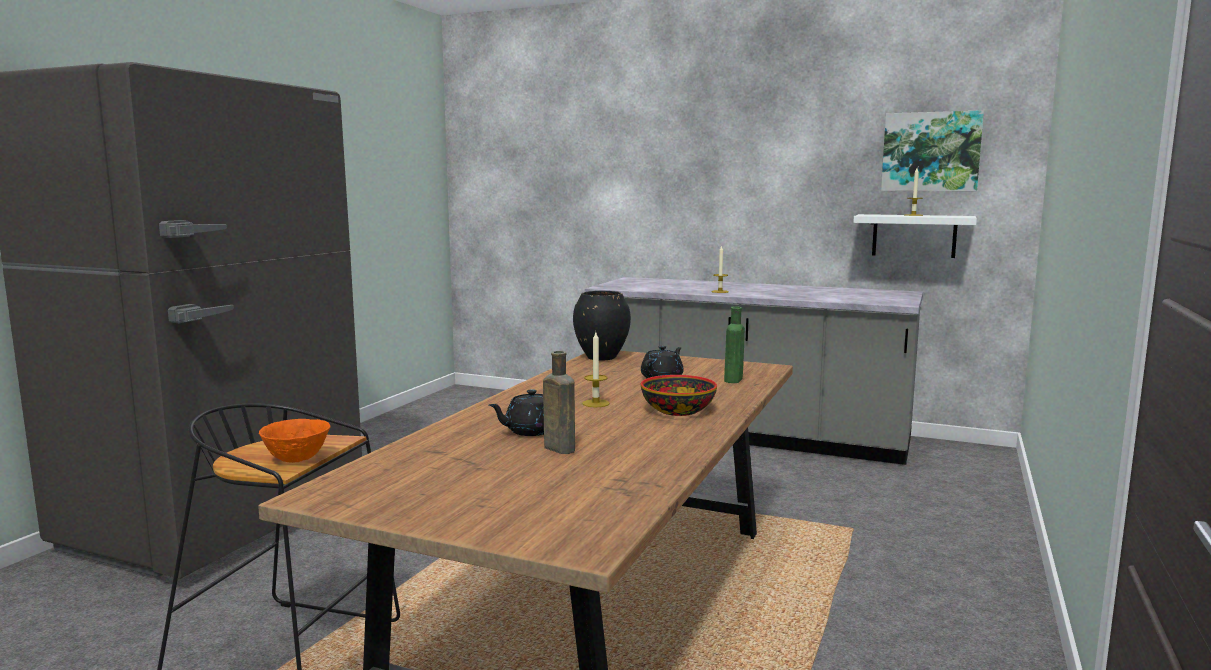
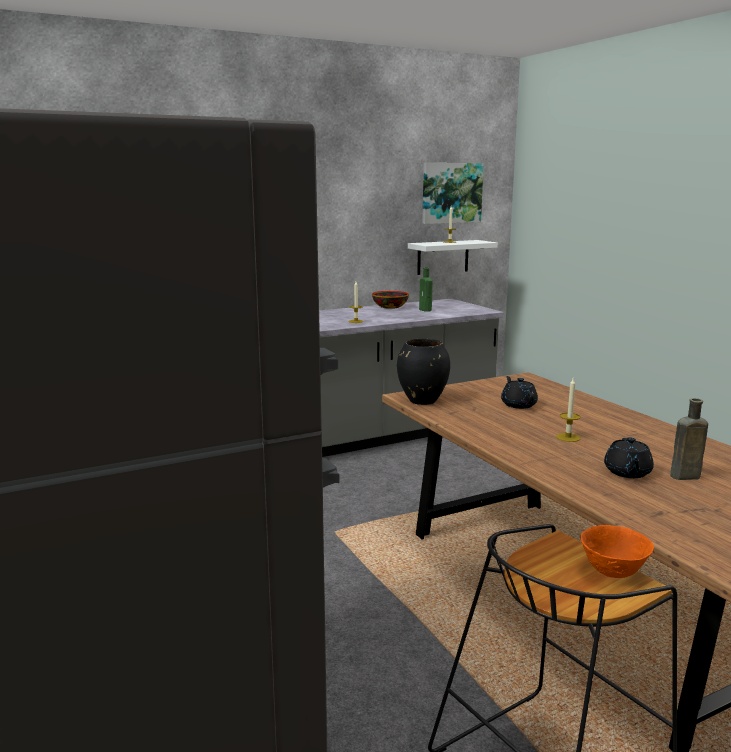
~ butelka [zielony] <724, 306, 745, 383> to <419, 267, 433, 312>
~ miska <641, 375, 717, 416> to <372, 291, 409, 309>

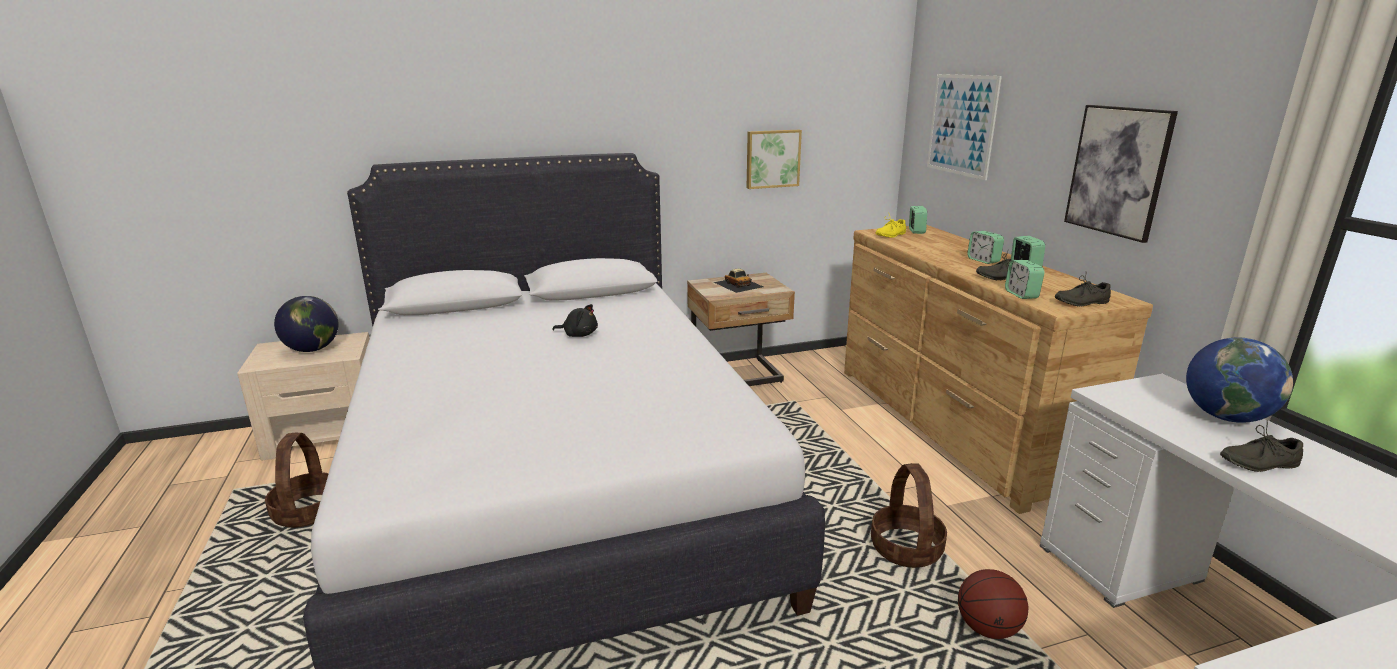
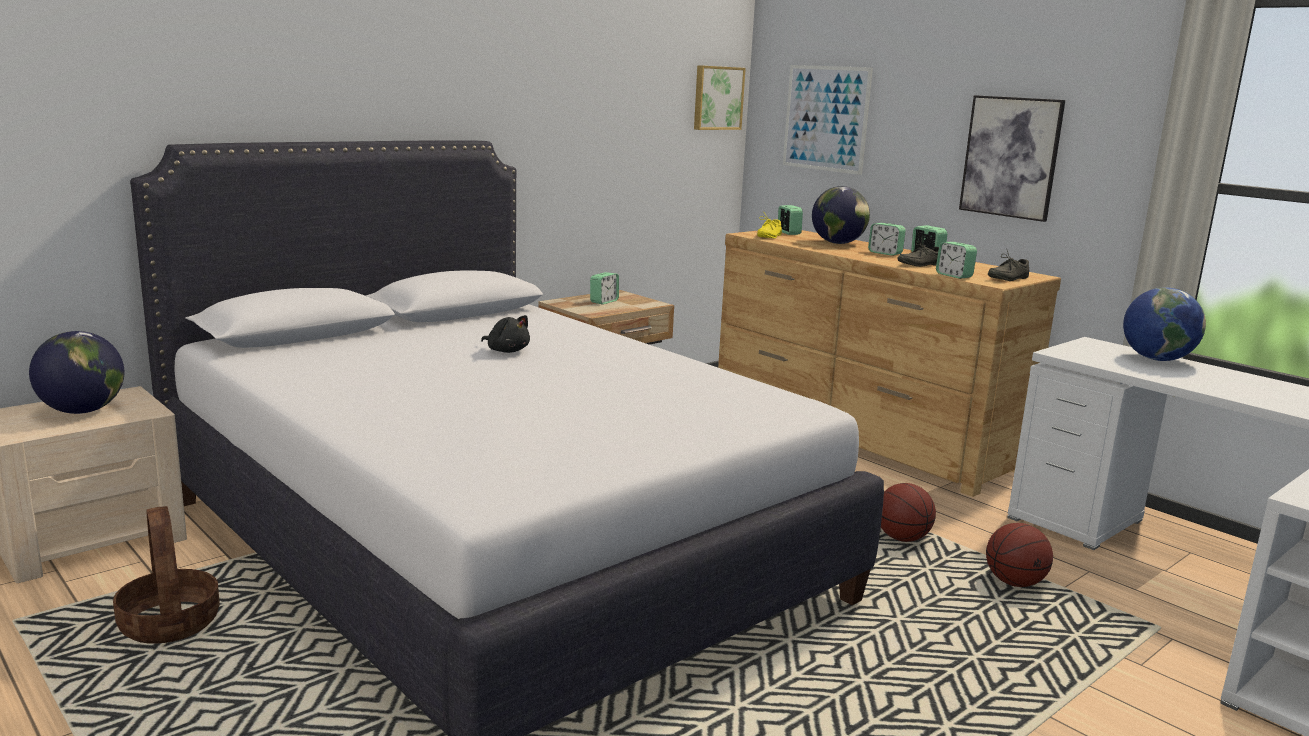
~ obraz <747, 130, 802, 189> to <694, 65, 746, 130>
~ samochodzik <714, 269, 763, 293> to budzik <590, 272, 619, 304>
~ pluszak [czarny] <553, 304, 598, 337> = <481, 315, 530, 353> 45 degrees clockwise
- but [szary] <1220, 420, 1303, 472>
~ koszyk <871, 463, 947, 568> to piłka do koszykówki <881, 483, 936, 542>
+ globus <812, 186, 870, 244>

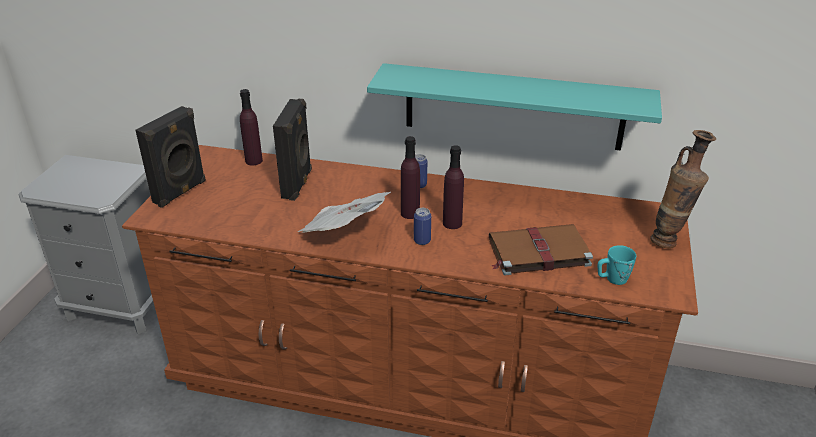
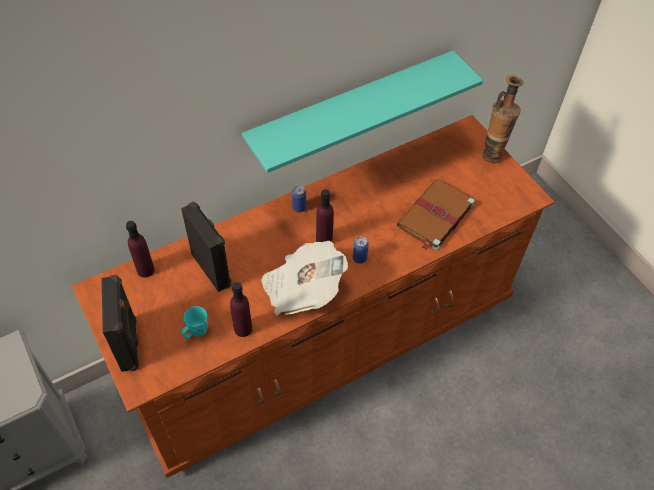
~ butelka [fioletowy] <443, 145, 464, 229> to <230, 282, 252, 337>
~ kubek [turkusowy] <597, 245, 636, 285> to <181, 306, 208, 339>

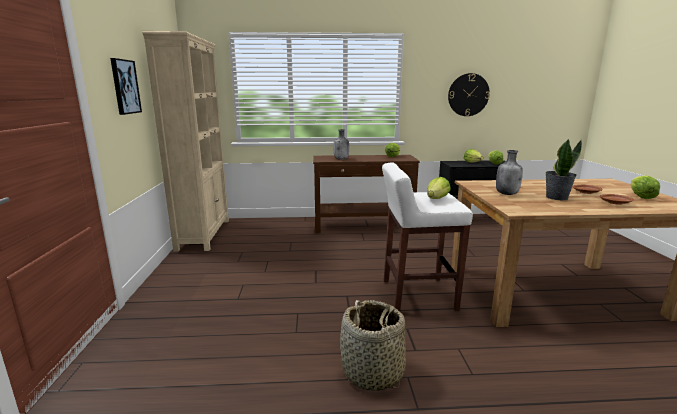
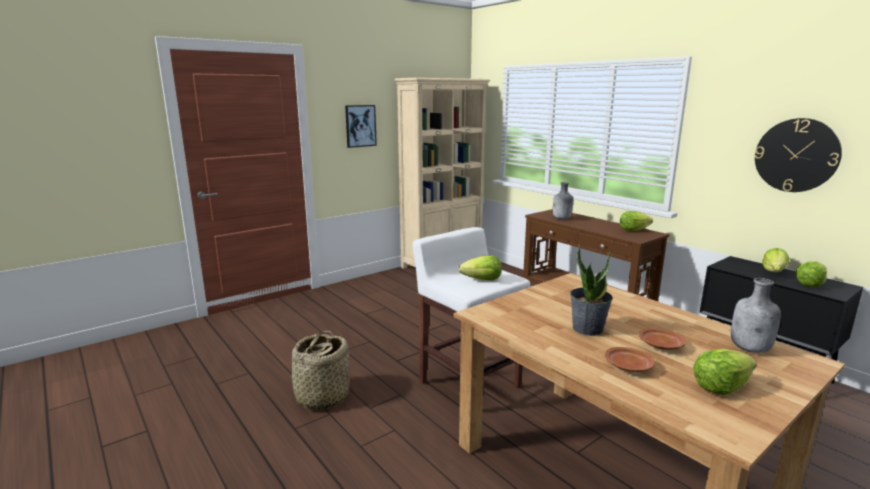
~ butelka [szary] <496, 150, 523, 195> to <731, 278, 781, 353>

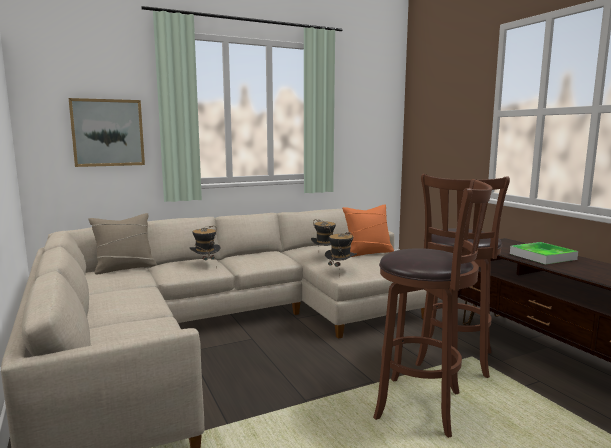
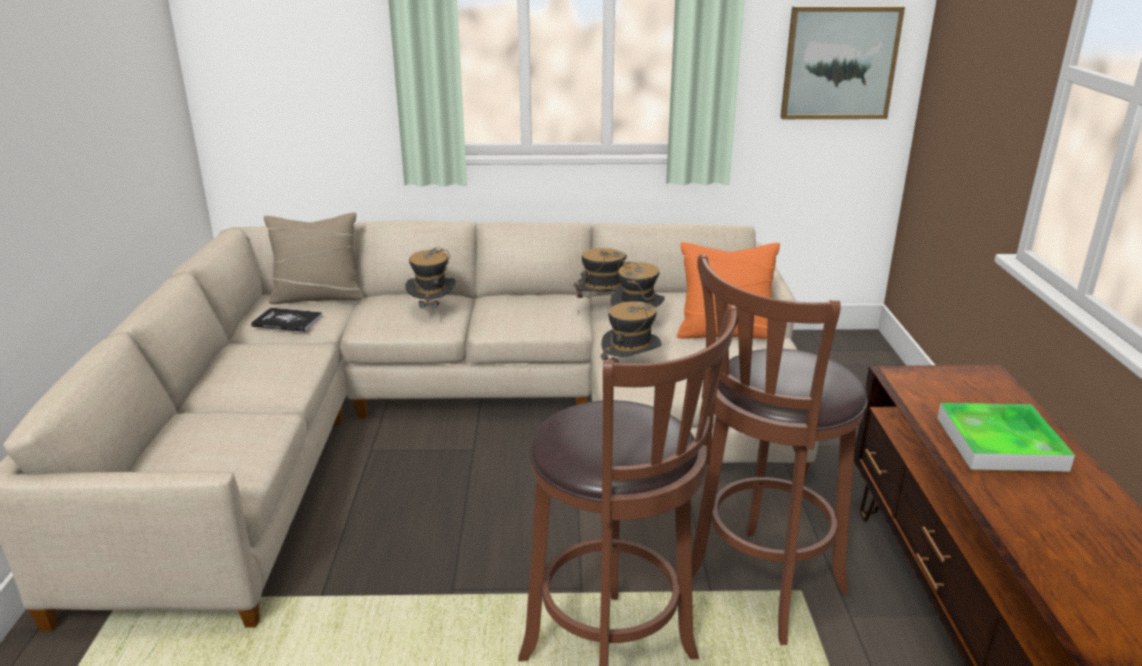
~ obraz <69, 98, 145, 167> to <780, 6, 905, 119>
+ kapelusz <573, 248, 627, 314>
+ książka <251, 308, 323, 332>

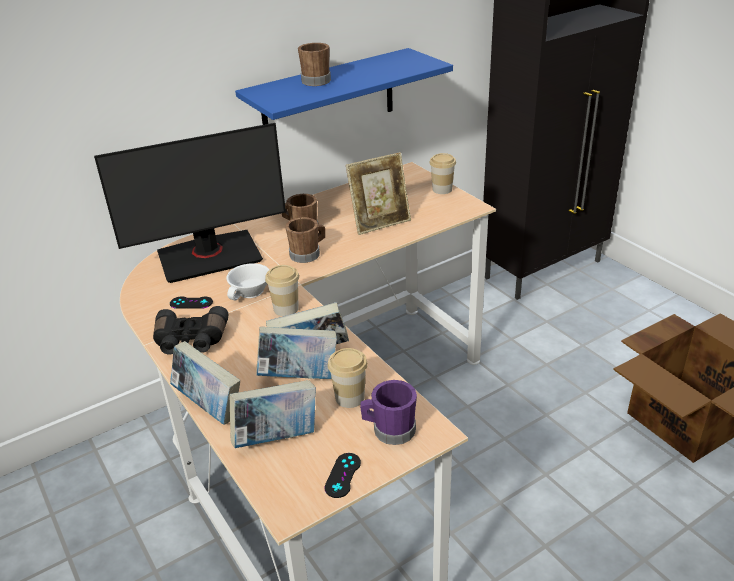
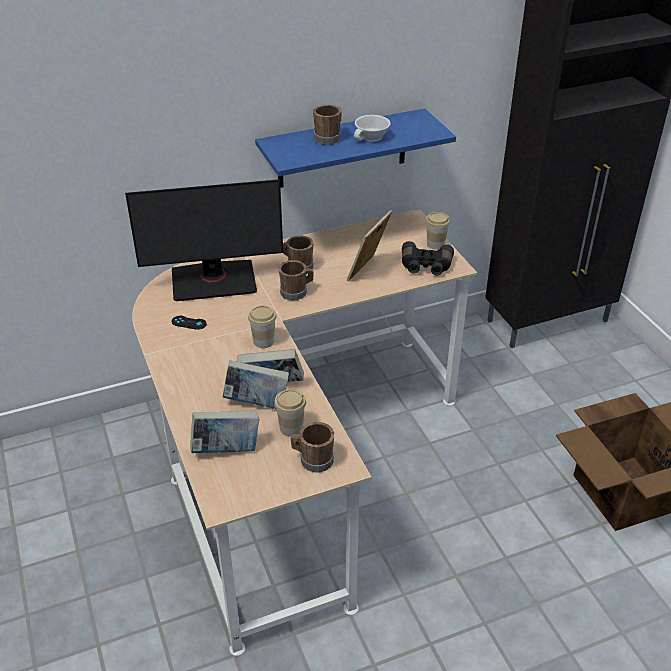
~ ramka na zdjęcie <346, 152, 411, 235> = <347, 210, 392, 282> 135 degrees clockwise
~ filiżanka [biały] <226, 263, 269, 300> to <354, 115, 390, 142>
~ lornetka [czarny] <153, 306, 229, 355> to <402, 241, 454, 276>
- książka <170, 341, 240, 425>
~ kubek [fioletowy] <360, 380, 417, 445> to kubek [brązowy] <291, 422, 334, 473>
- pad do gier [czarny] <324, 453, 361, 498>

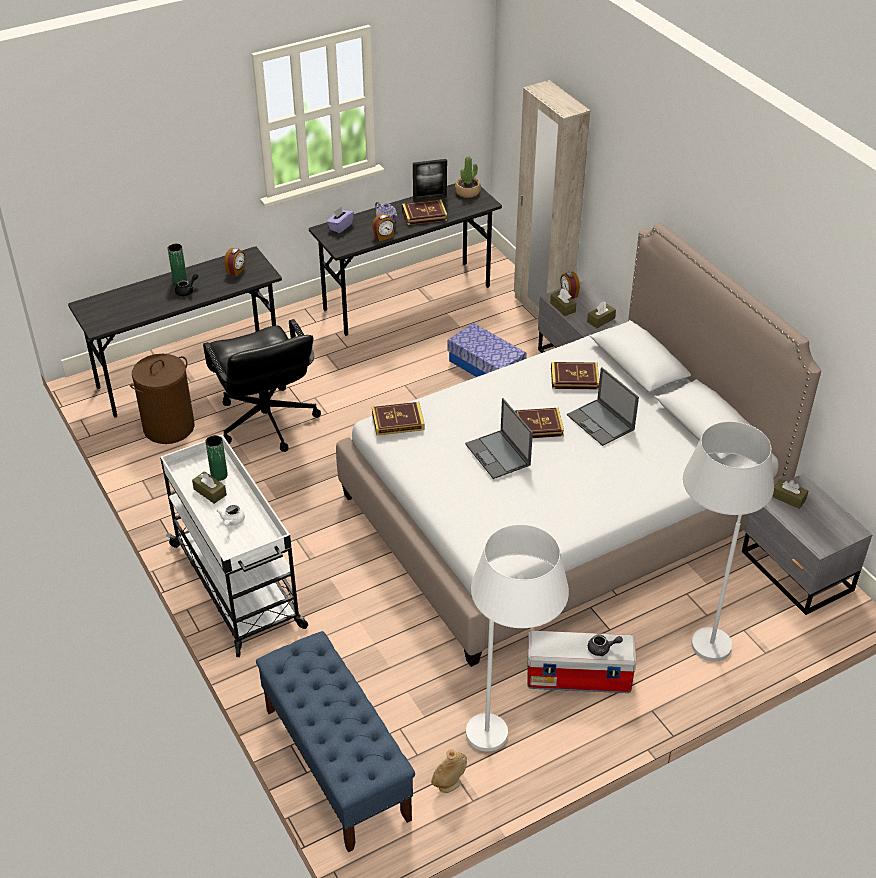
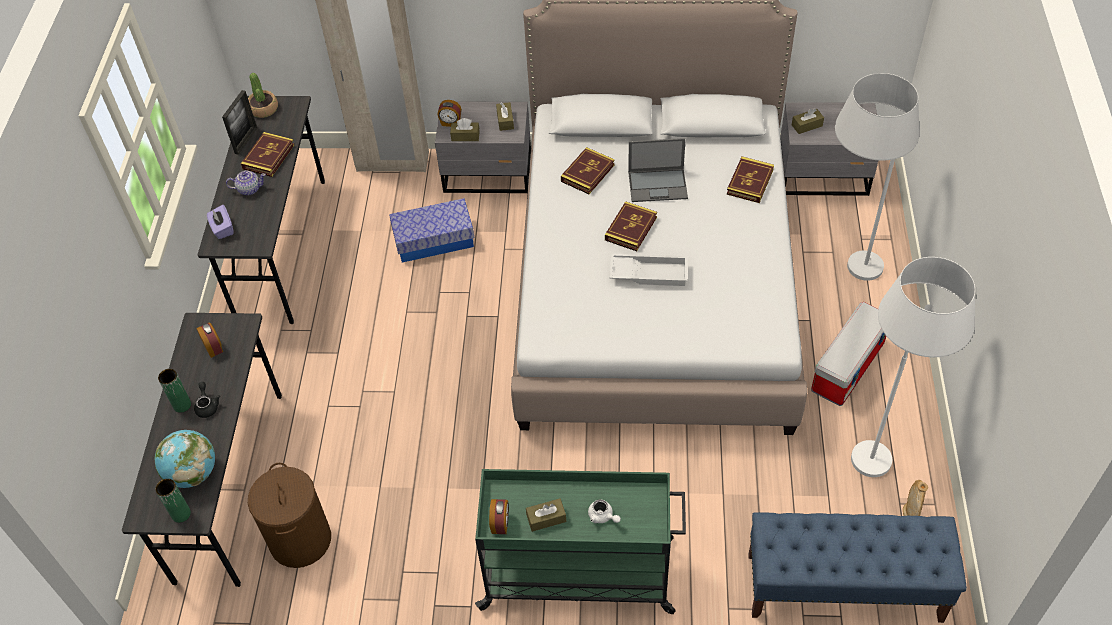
~ budzik <372, 214, 395, 241> to <489, 499, 509, 534>
- krzesło biurowe [czarny] <203, 319, 321, 452>
~ laptop <465, 398, 533, 479> to taca [biały] <610, 253, 688, 286>
~ książka <372, 402, 425, 435> to <727, 156, 774, 203>
~ wózek [biały] <160, 434, 308, 657> to wózek [zielony] <475, 469, 686, 614>
~ wazon [zielony] <205, 435, 228, 481> to <155, 479, 191, 523>
- imbryk [szary] <588, 634, 623, 656>
+ globus <155, 430, 215, 488>

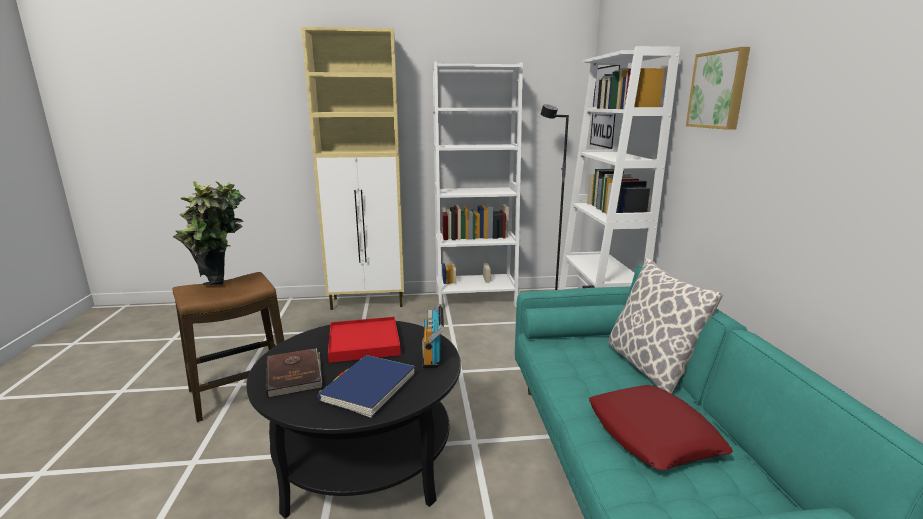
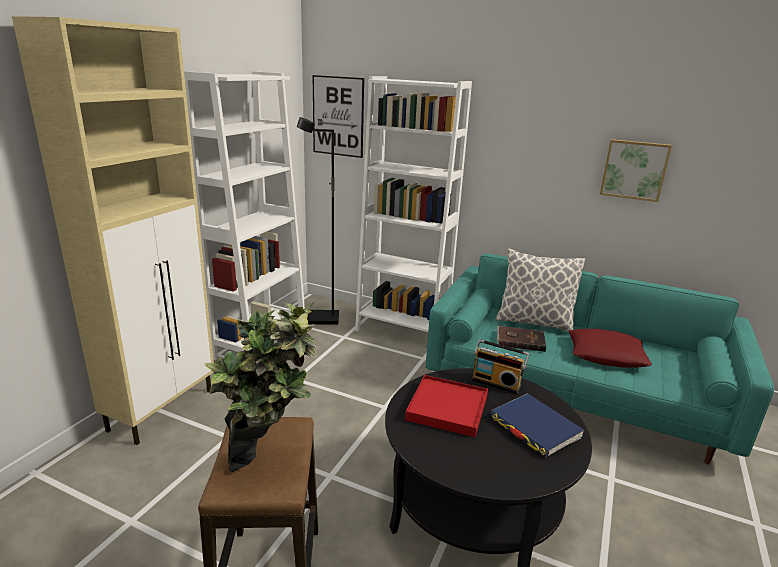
~ obraz <686, 47, 750, 130> to <600, 139, 672, 202>
~ książka [brązowy] <265, 348, 322, 398> to <497, 326, 546, 352>

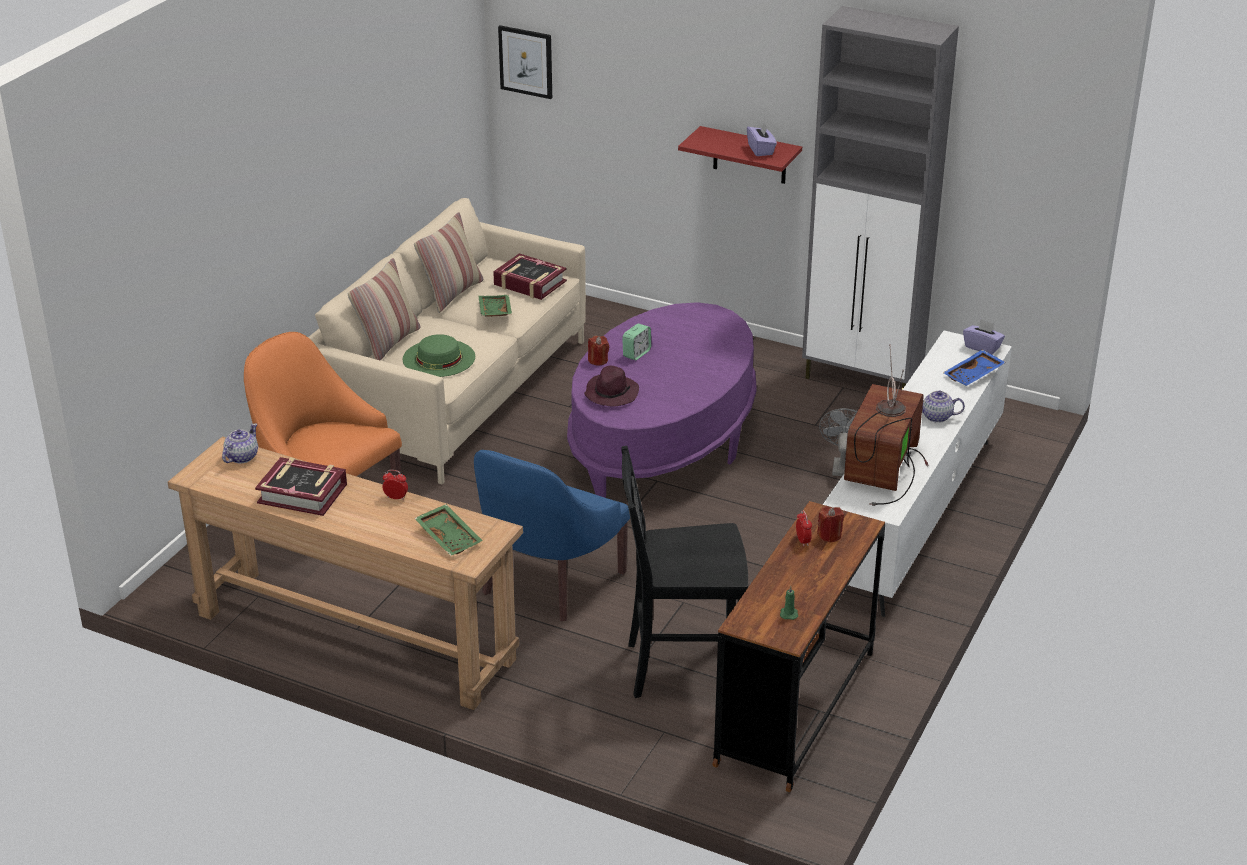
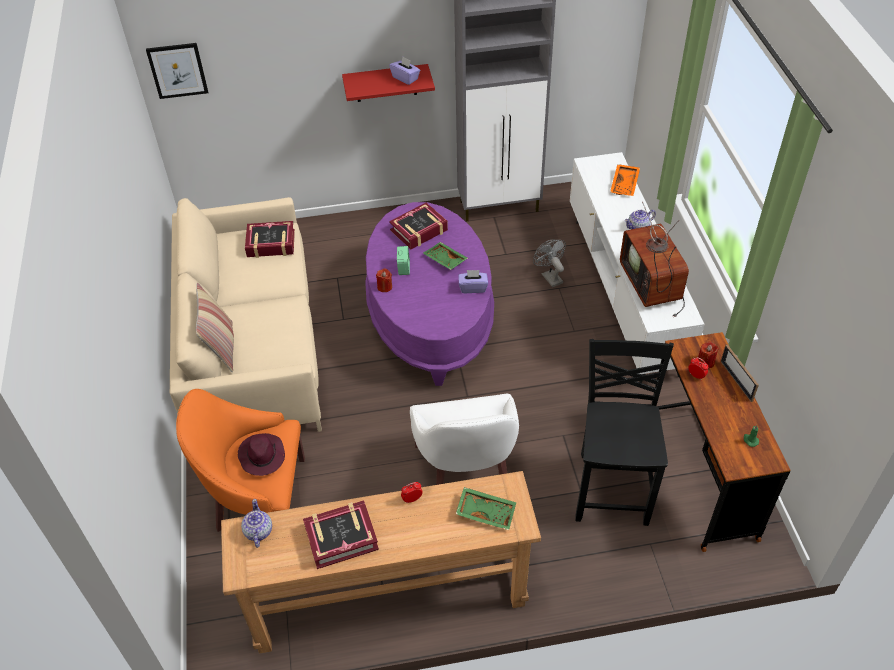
- poduszka <414, 212, 483, 313>
~ taca [zielony] <478, 295, 512, 317> to <423, 242, 468, 270>
~ pudełko chusteczek [fioletowy] <963, 319, 1005, 355> to <458, 270, 488, 293>
- kapelusz [zielony] <403, 334, 475, 377>
~ taca [niebieski] <943, 350, 1006, 386> to taca [pomarańczowy] <610, 164, 640, 196>
~ kapelusz [fioletowy] <584, 365, 639, 407> to <238, 433, 285, 476>
~ krzesło [czarny] <621, 446, 748, 698> = <575, 339, 674, 526> 135 degrees clockwise
~ fotel [niebieski] <474, 450, 630, 621> to fotel [biały] <410, 394, 519, 485>
+ książka <389, 203, 448, 249>
+ ramka na zdjęcie <721, 344, 759, 402>

